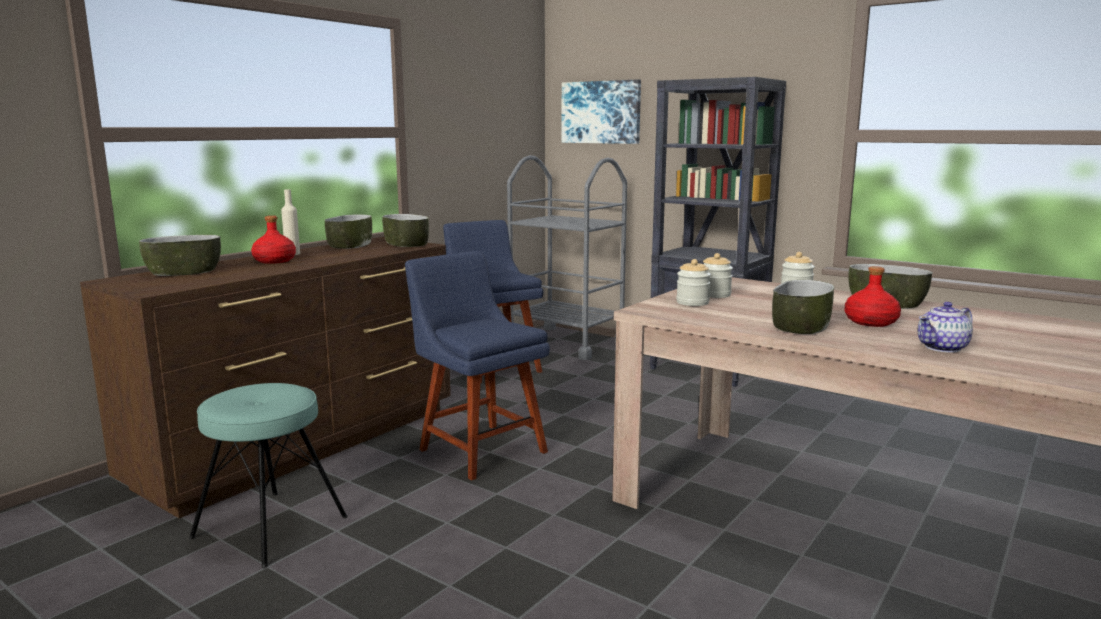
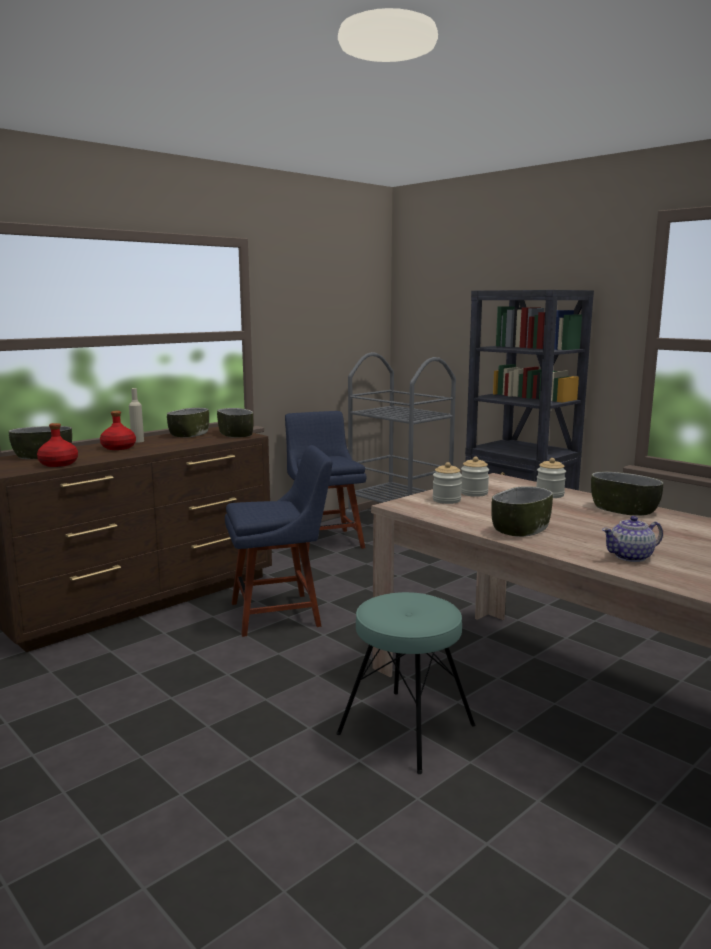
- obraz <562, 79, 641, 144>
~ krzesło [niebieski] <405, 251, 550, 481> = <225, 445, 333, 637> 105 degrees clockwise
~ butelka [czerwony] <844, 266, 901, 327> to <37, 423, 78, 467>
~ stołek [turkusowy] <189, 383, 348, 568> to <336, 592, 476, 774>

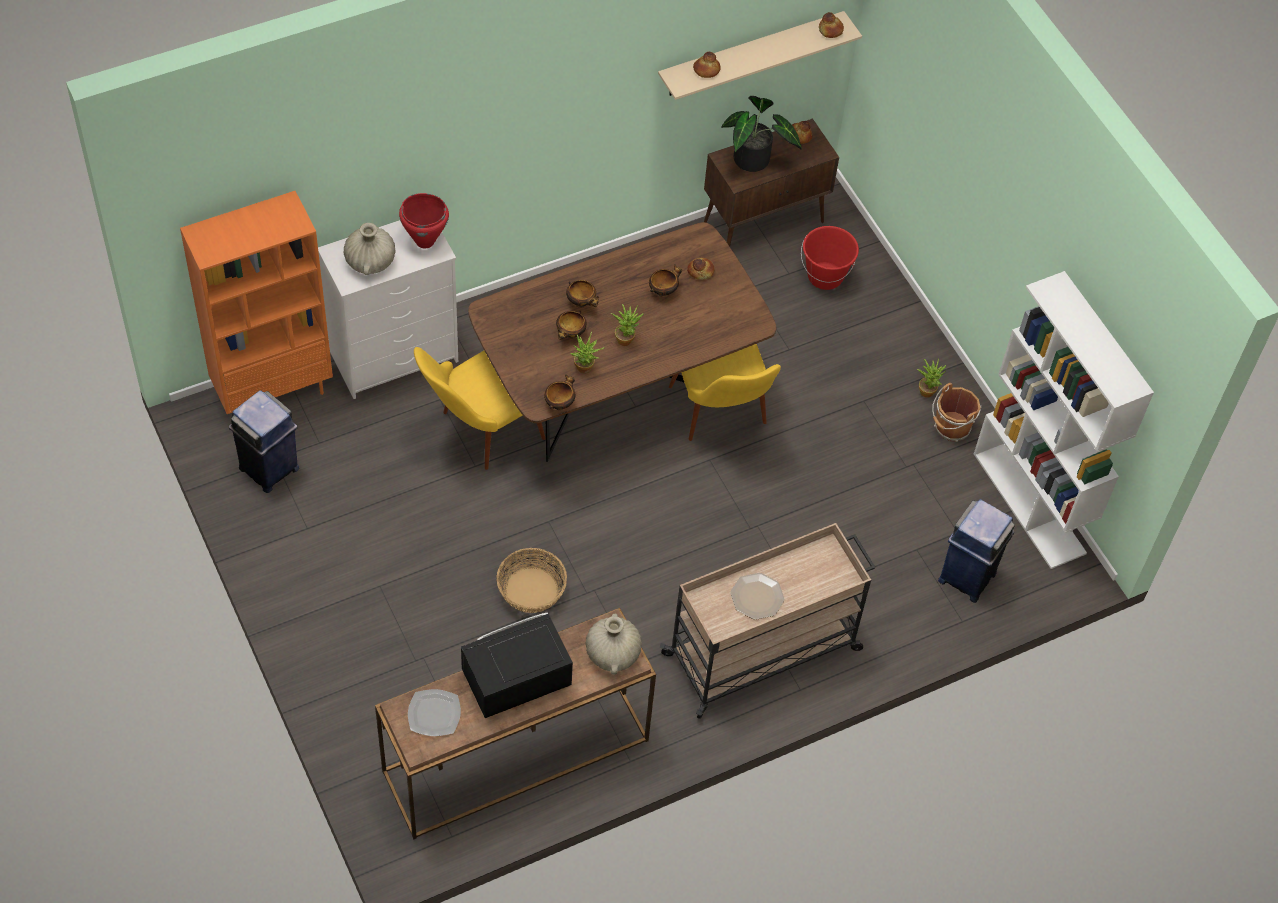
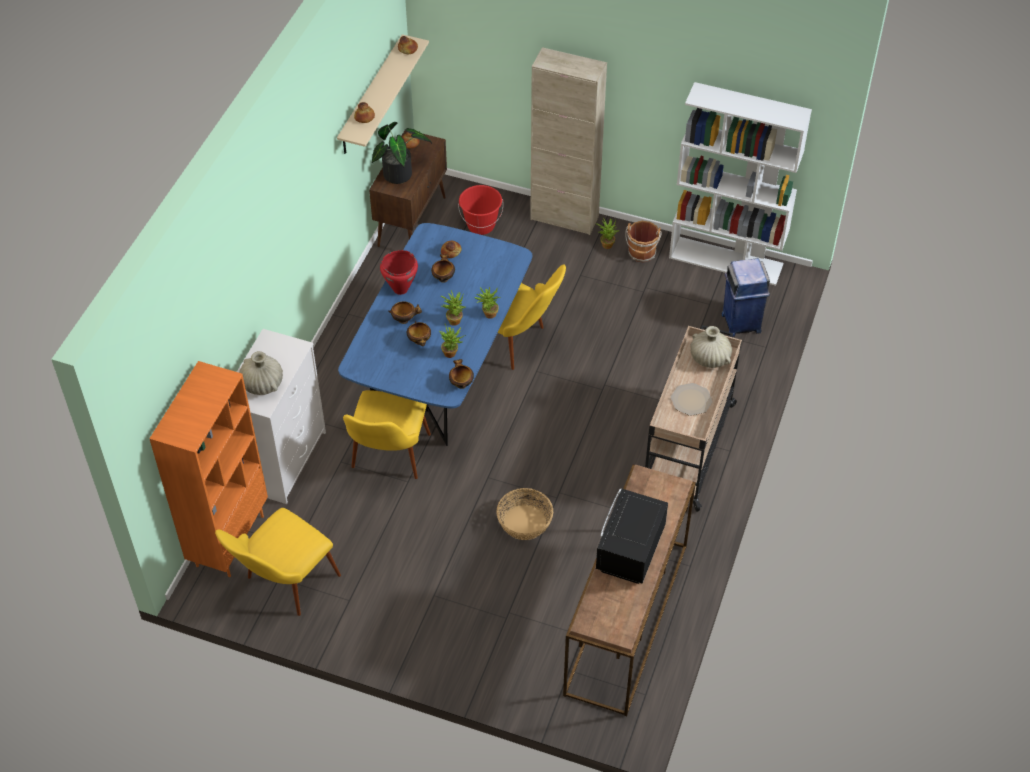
~ garnek [czerwony] <399, 193, 449, 248> to <380, 250, 418, 295>
~ stół jadalny [brązowy] <468, 222, 776, 462> to stół jadalny [niebieski] <338, 223, 532, 446>
~ kosz na śmieci [niebieski] <229, 390, 299, 493> to krzesło [żółty] <215, 508, 341, 616>
~ wazon [beżowy] <585, 614, 642, 675> to <690, 326, 732, 368>
- talerz <408, 689, 461, 736>
+ szafka [beżowy] <530, 47, 607, 235>
+ roślina doniczkowa <474, 287, 501, 319>

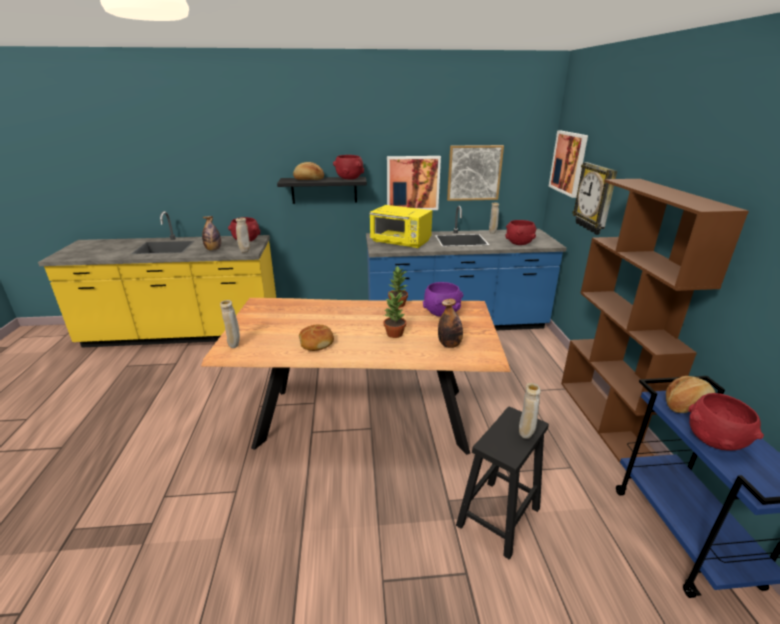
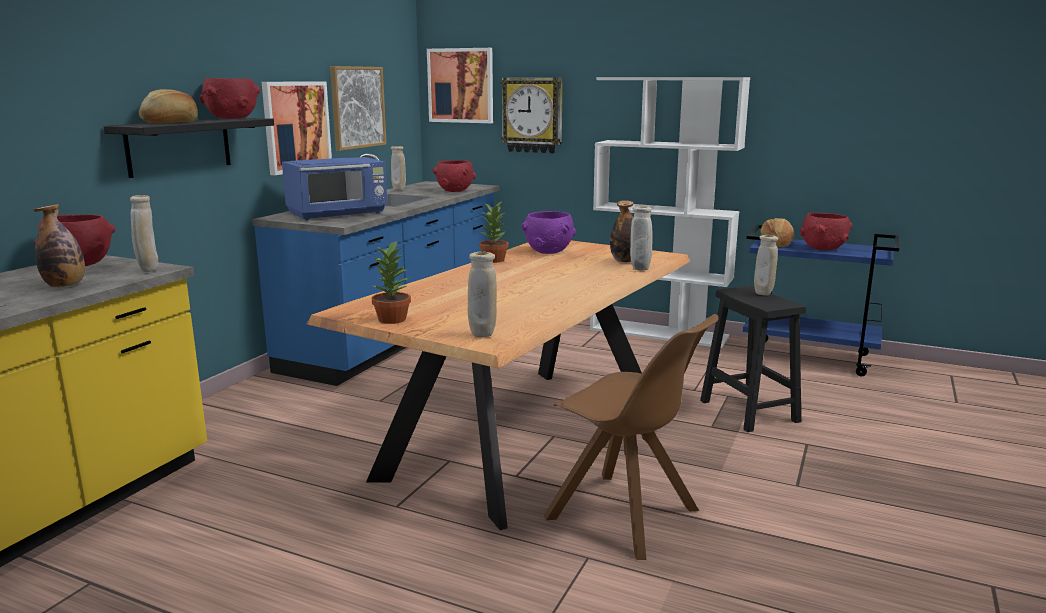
~ regał [brązowy] <561, 179, 749, 464> to regał [biały] <590, 77, 750, 348>
~ mikrofalówka [żółty] <369, 205, 432, 249> to mikrofalówka [niebieski] <282, 157, 387, 221>
~ roślina doniczkowa <384, 292, 406, 338> to <371, 239, 411, 324>
- chleb <299, 324, 334, 351>
+ wazon [beżowy] <630, 206, 653, 270>
+ krzesło [brązowy] <543, 314, 719, 560>

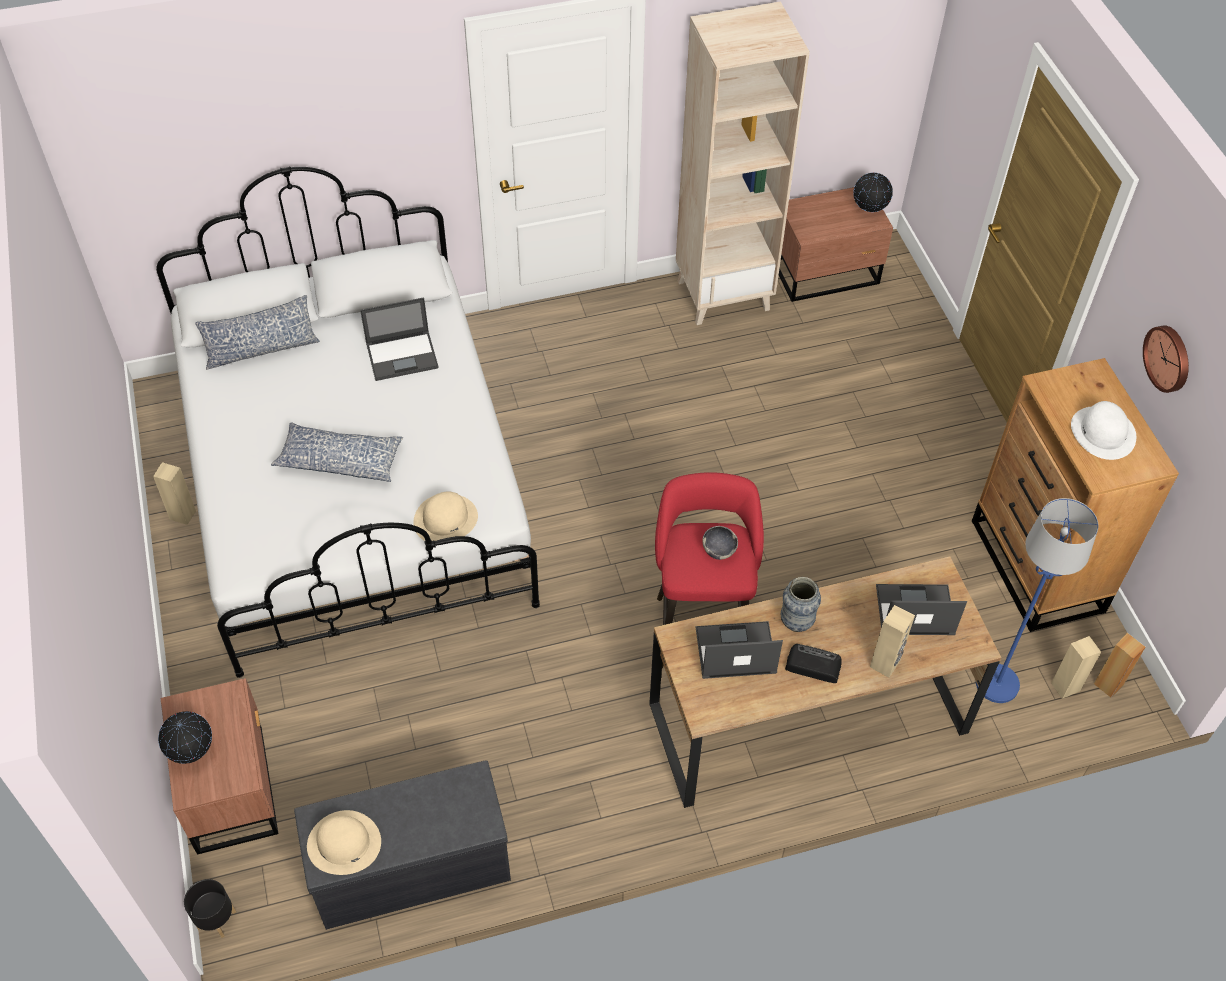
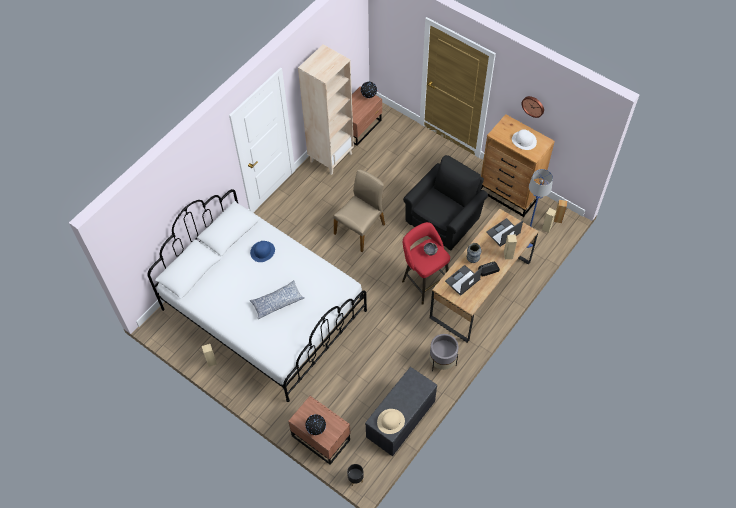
- poduszka <195, 295, 320, 370>
~ laptop <360, 297, 439, 381> to kapelusz [niebieski] <250, 241, 275, 262>
- kapelusz [beżowy] <413, 492, 478, 541>
+ fotel [czarny] <403, 155, 488, 251>
+ krzesło [beżowy] <334, 170, 385, 252>
+ donica [szary] <429, 334, 459, 371>

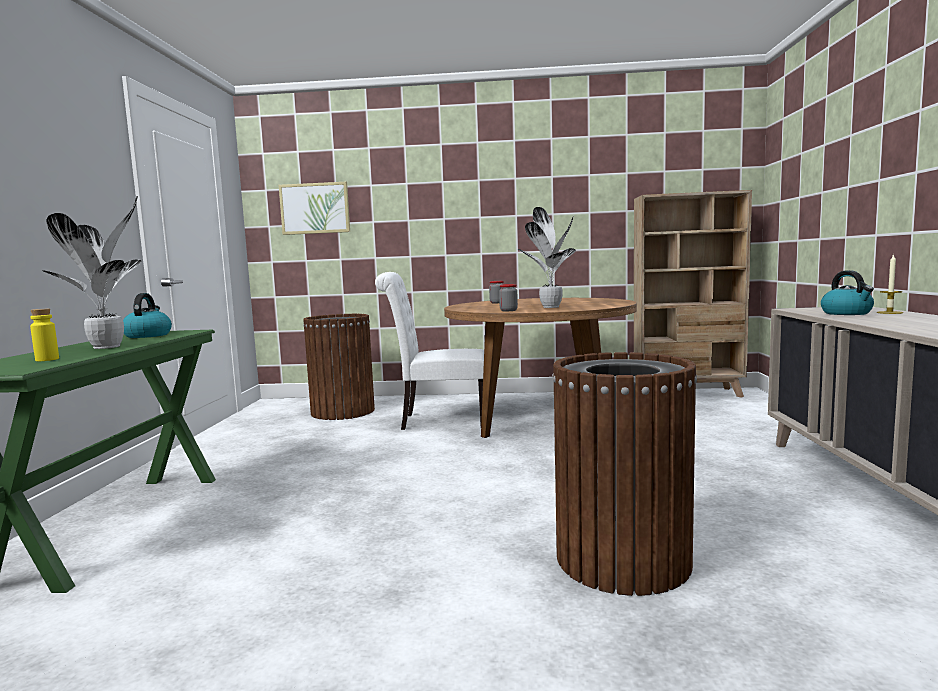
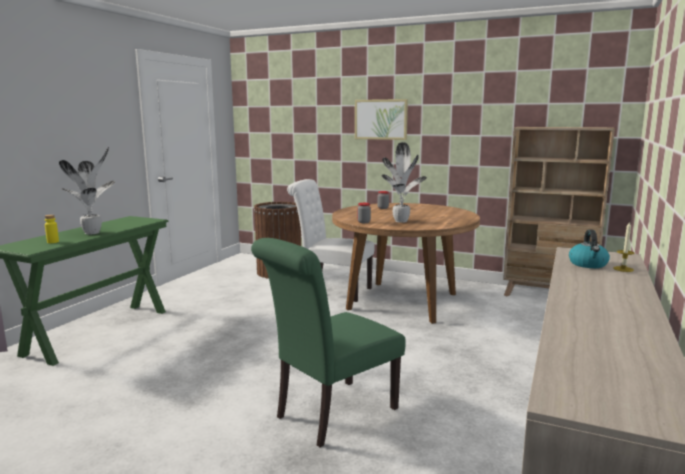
~ obraz <279, 182, 350, 235> to <355, 99, 408, 140>
- czajnik <123, 293, 172, 338>
~ kosz na śmieci [brązowy] <552, 352, 697, 596> to krzesło [zielony] <251, 238, 405, 447>

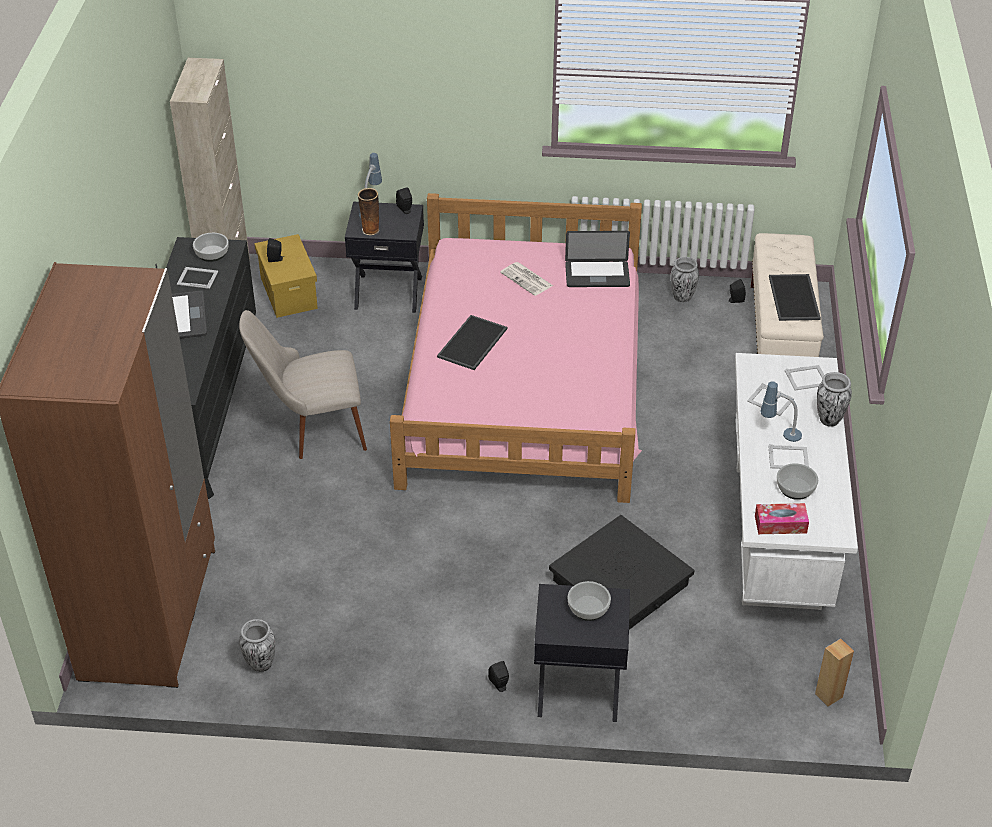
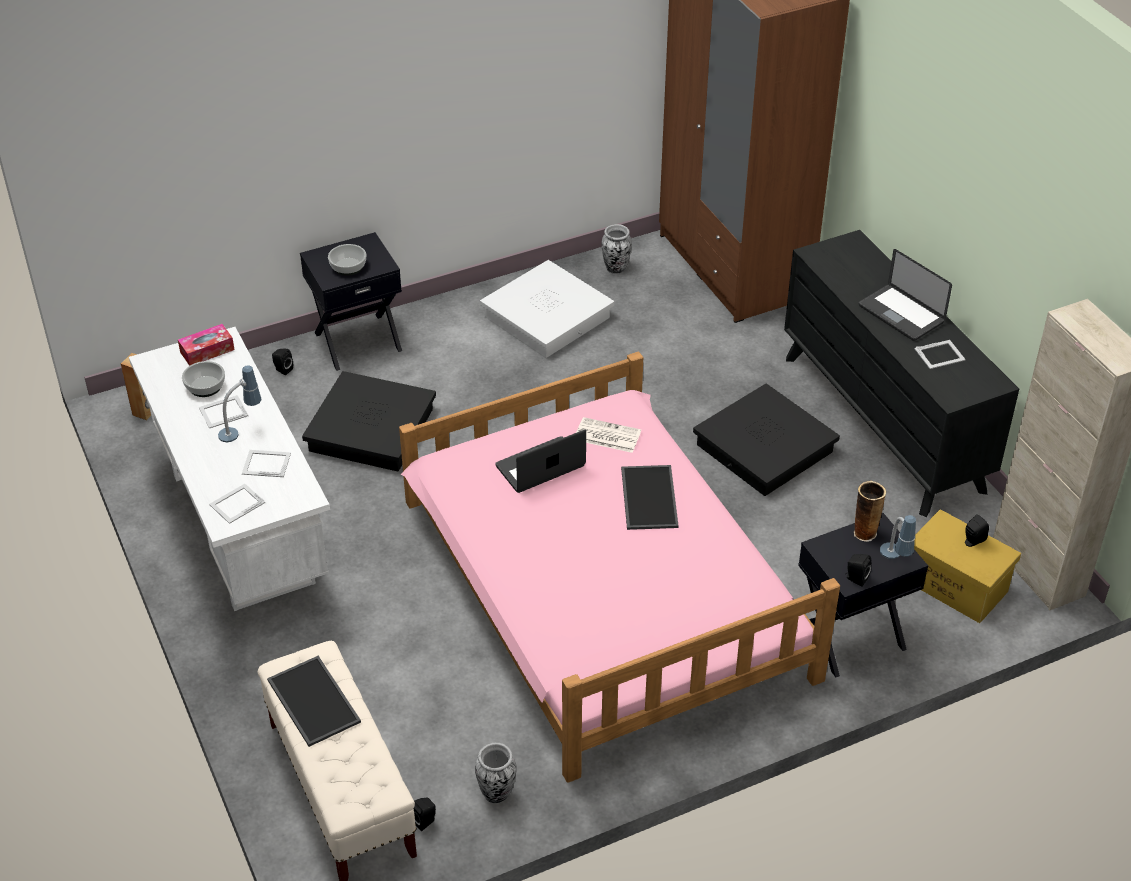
~ laptop <565, 231, 630, 287> to <495, 429, 586, 493>
- miska <193, 233, 229, 262>
~ gazeta <500, 262, 553, 296> to <576, 417, 641, 453>
~ krzesło [beżowy] <239, 310, 367, 459> to pojemnik do przechowywania [czarny] <693, 384, 840, 496>
- wazon <817, 372, 852, 427>
~ głośnik [czarny] <488, 661, 509, 692> to <272, 348, 293, 375>
+ pojemnik do przechowywania [biały] <480, 260, 614, 358>

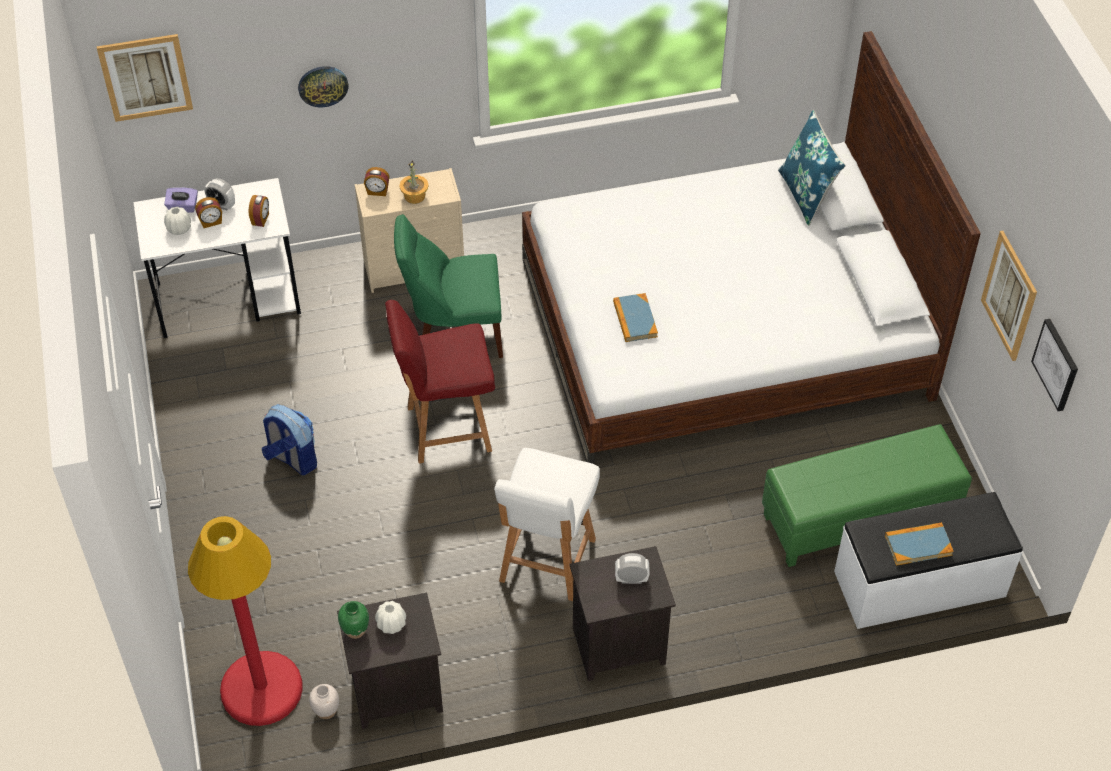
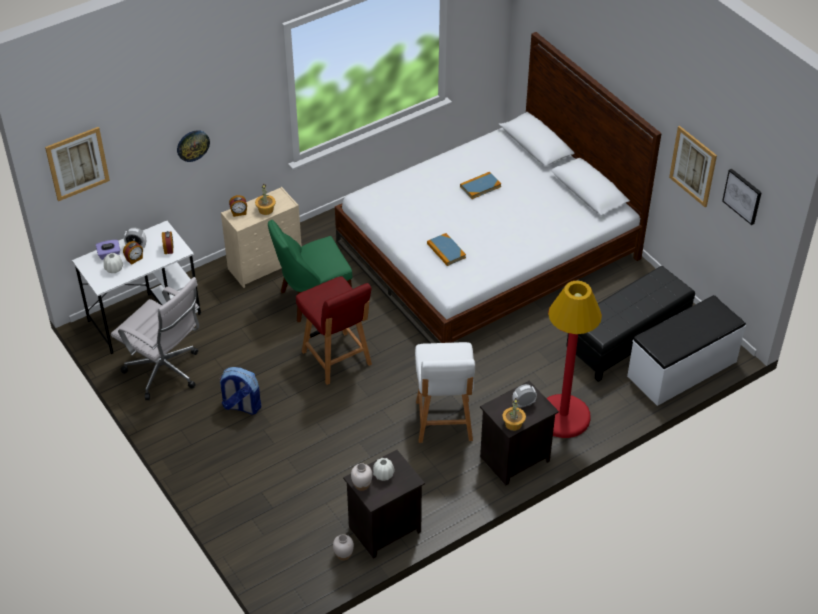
- poduszka [niebieski] <778, 110, 846, 226>
~ krzesło [czerwony] <385, 300, 495, 463> = <296, 276, 372, 385> 90 degrees counterclockwise
~ pufa [zielony] <762, 424, 972, 567> to pufa [czarny] <566, 266, 695, 382>
~ lampa stojąca [czerwony] <188, 516, 303, 726> to <546, 281, 602, 438>
~ książka <885, 522, 954, 566> to <460, 172, 502, 199>
~ wazon [zielony] <338, 601, 369, 639> to wazon [biały] <351, 463, 372, 491>
+ krzesło biurowe [biały] <111, 277, 199, 400>
+ roślina doniczkowa <502, 398, 526, 431>

